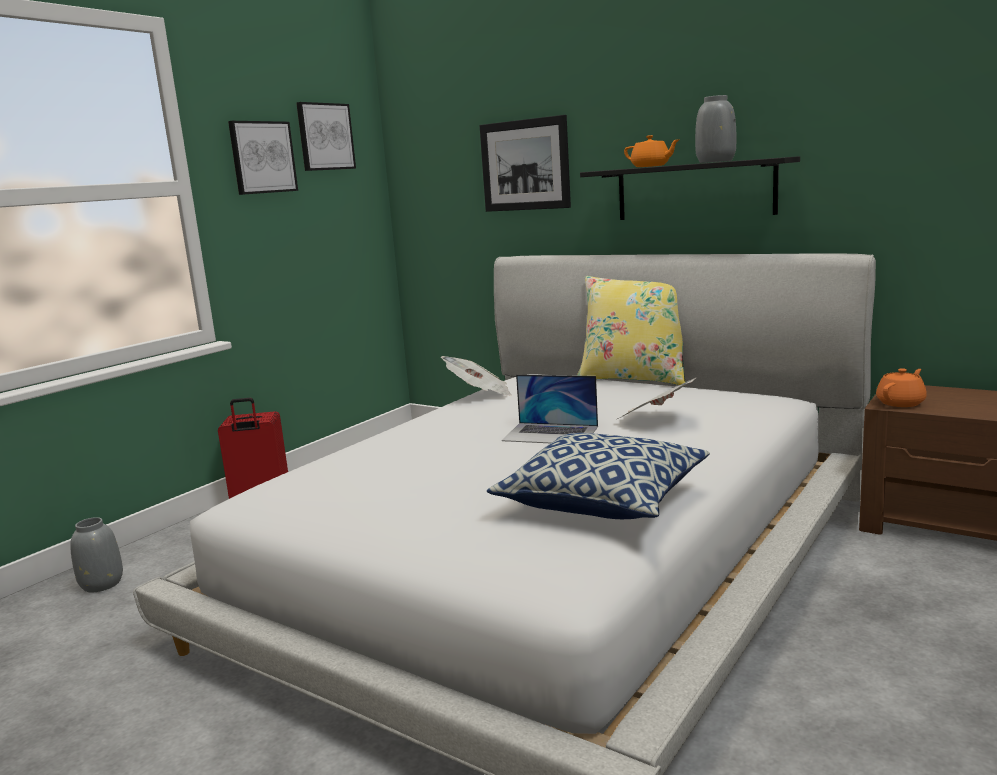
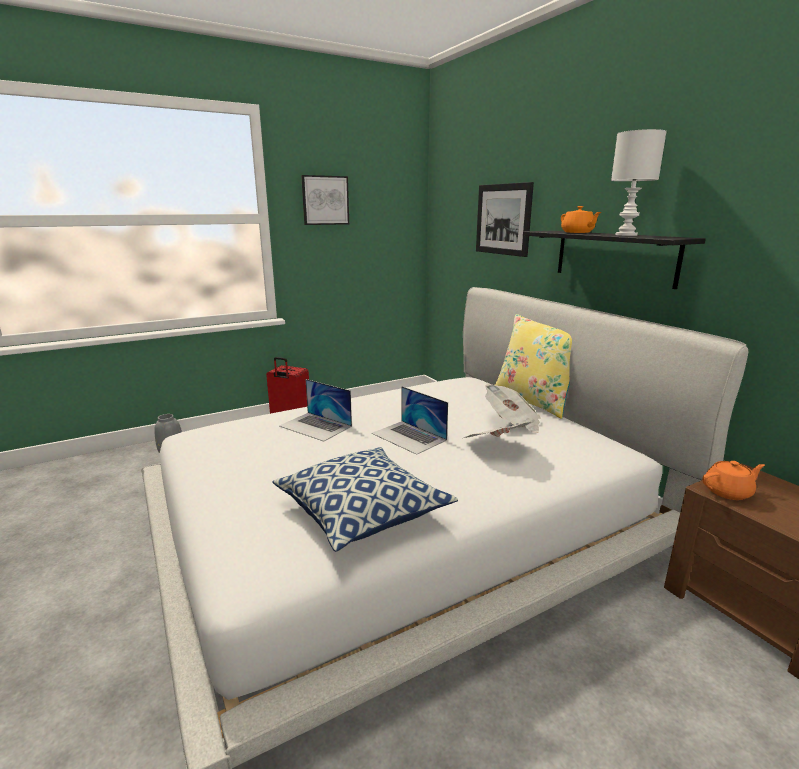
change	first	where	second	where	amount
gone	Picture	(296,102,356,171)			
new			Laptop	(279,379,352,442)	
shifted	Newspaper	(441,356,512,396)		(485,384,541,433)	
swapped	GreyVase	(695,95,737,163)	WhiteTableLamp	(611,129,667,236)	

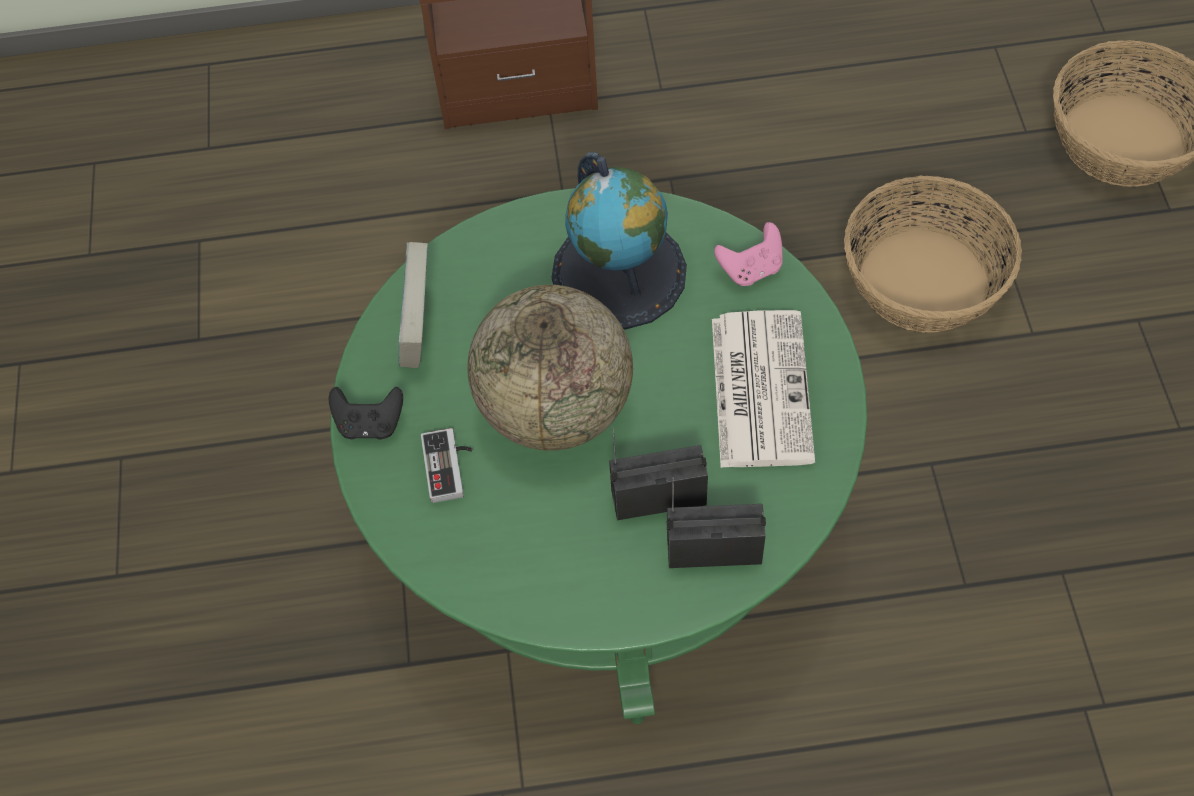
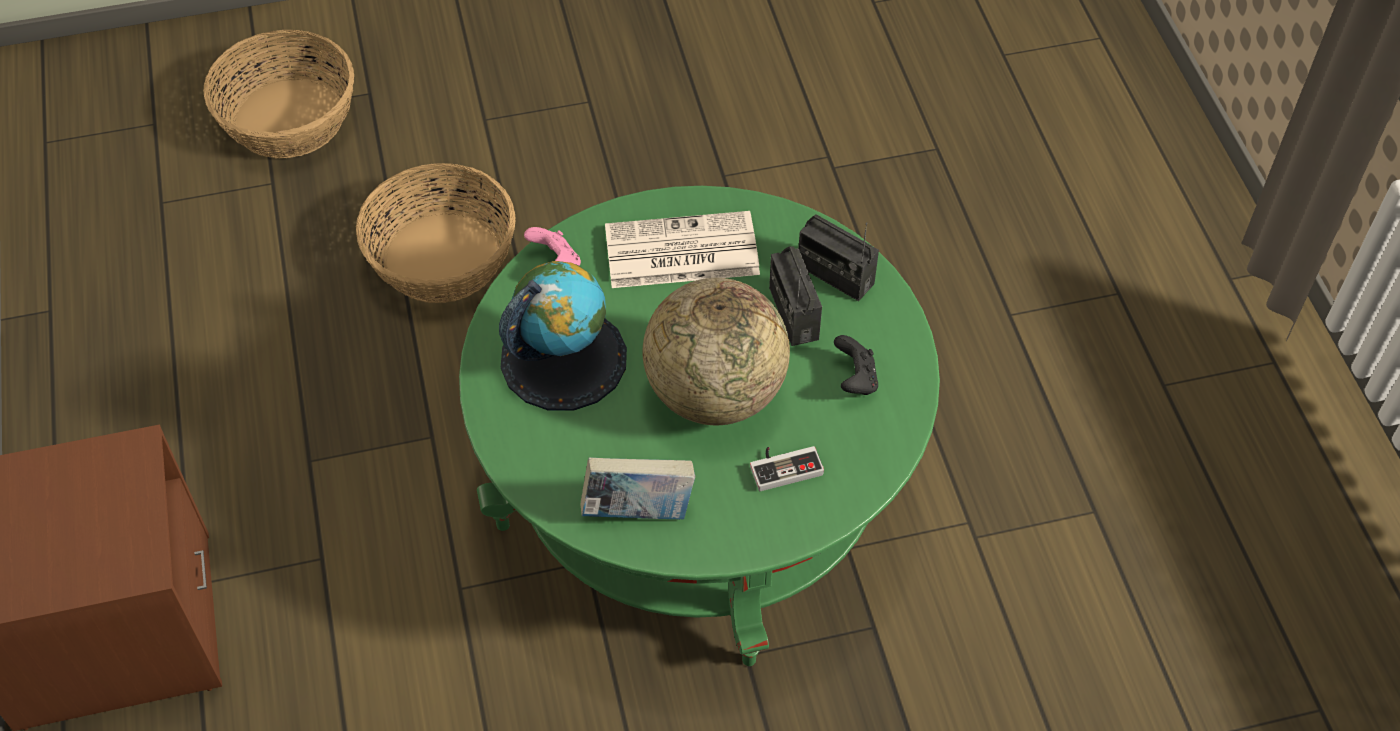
change	first	where	second	where	amount
shifted	BlackGameController	(329,387,403,440)		(834,335,878,395)	
rotated	Radio	(666,477,766,568)		(799,214,879,301)	45 degrees counterclockwise

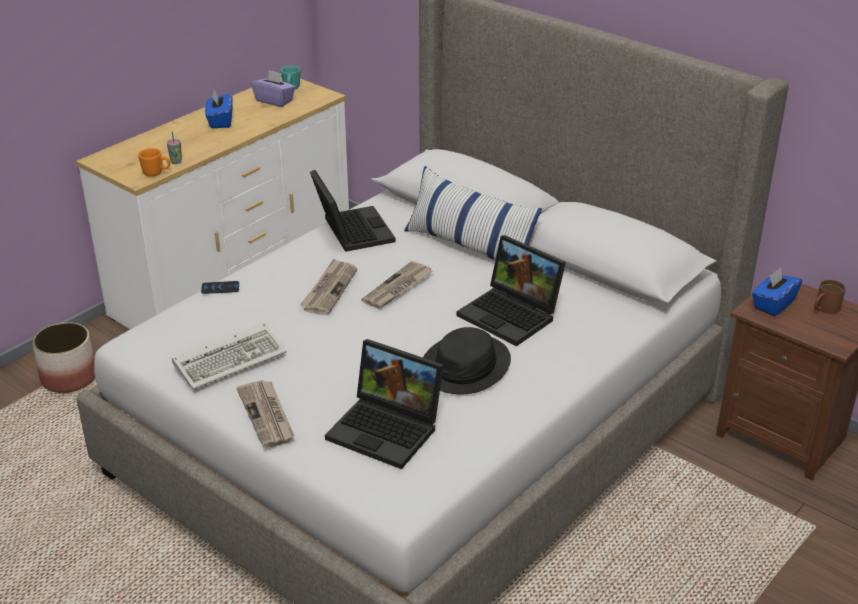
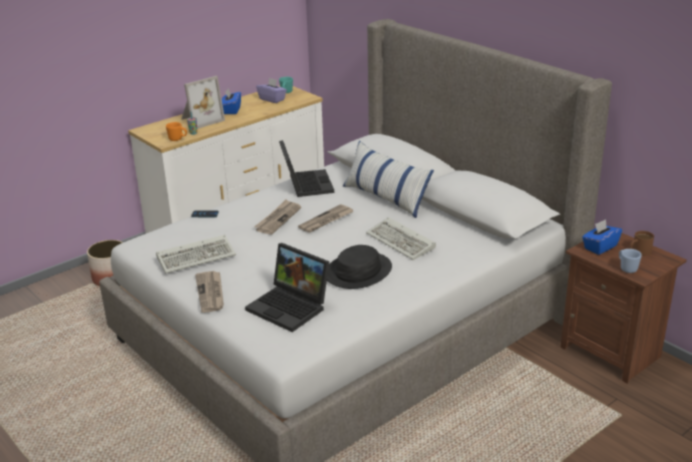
change	first	where	second	where	amount
new			PictureFrame	(181,76,225,129)	
new			BlueMug	(619,249,642,273)	
swapped	Laptop	(457,235,566,346)	Keyboard	(366,217,436,260)	

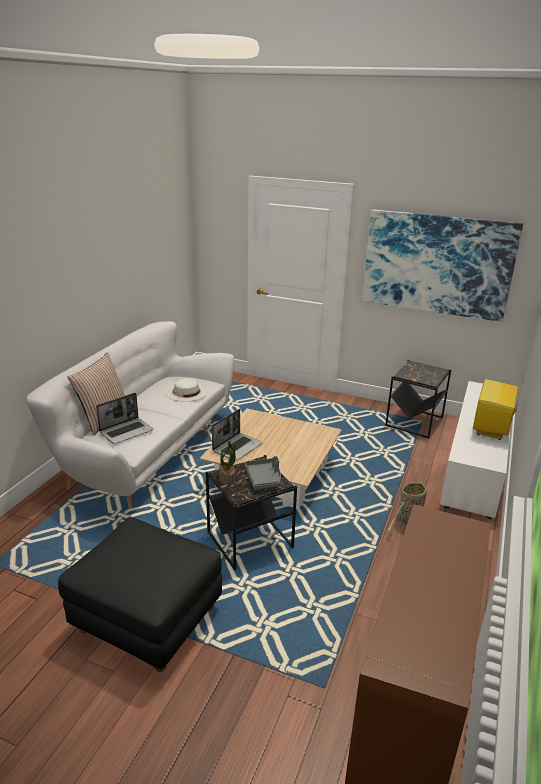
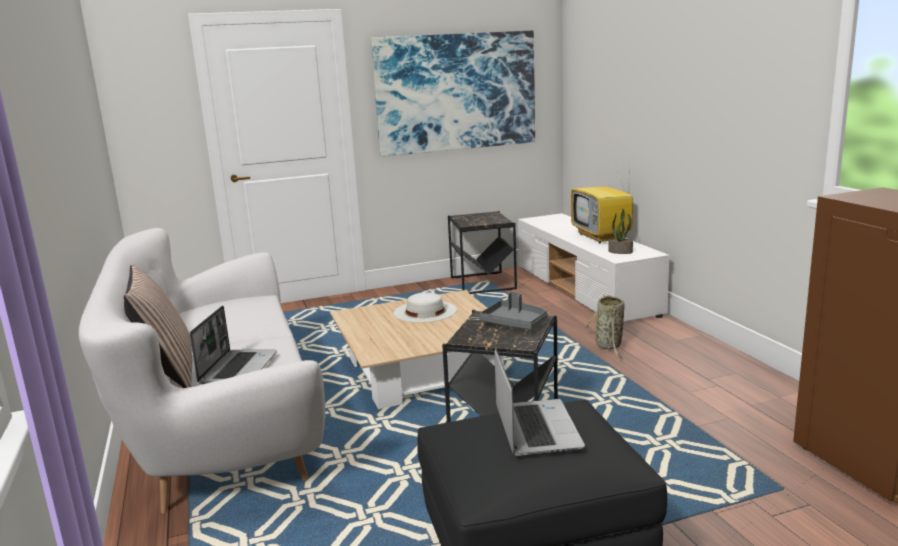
change	first	where	second	where	amount
shifted	WhiteHat	(165,378,208,402)		(394,292,457,323)	
shifted	Laptop	(212,409,263,461)		(494,348,585,456)	
shifted	PottedPlant	(219,441,238,485)		(609,209,633,254)	

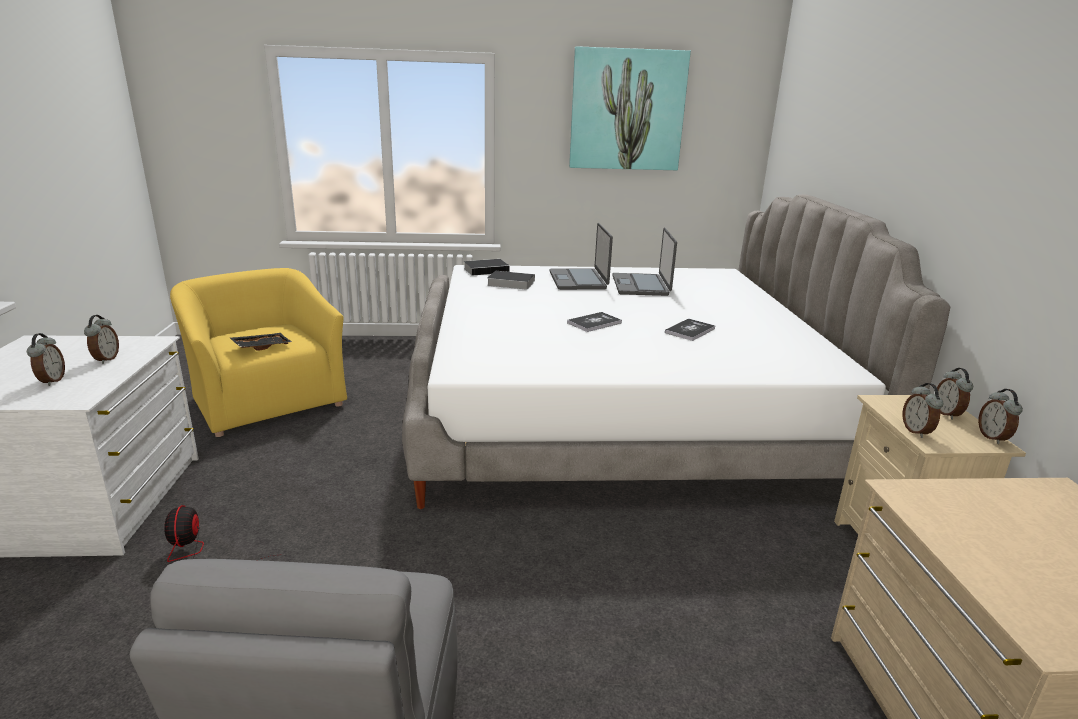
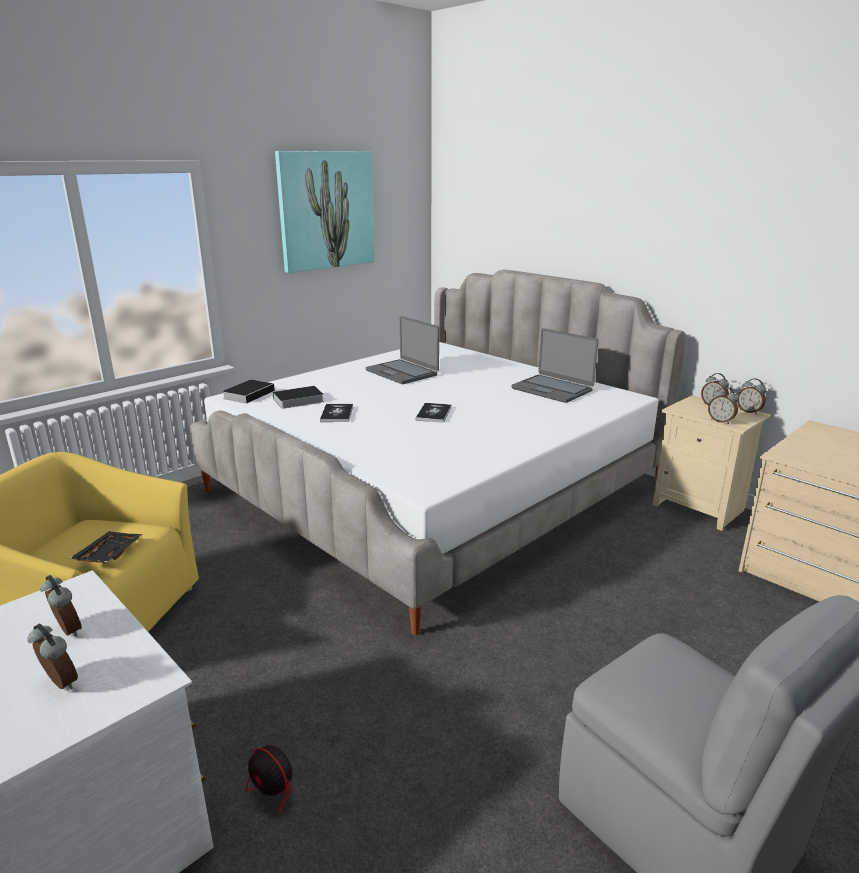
change	first	where	second	where	amount
shifted	Laptop	(550,223,613,290)		(511,328,599,403)	
shifted	Book	(665,319,715,341)		(320,404,353,422)	

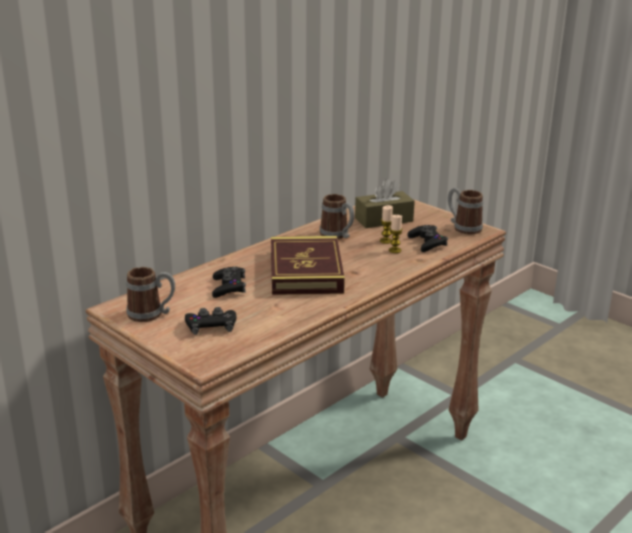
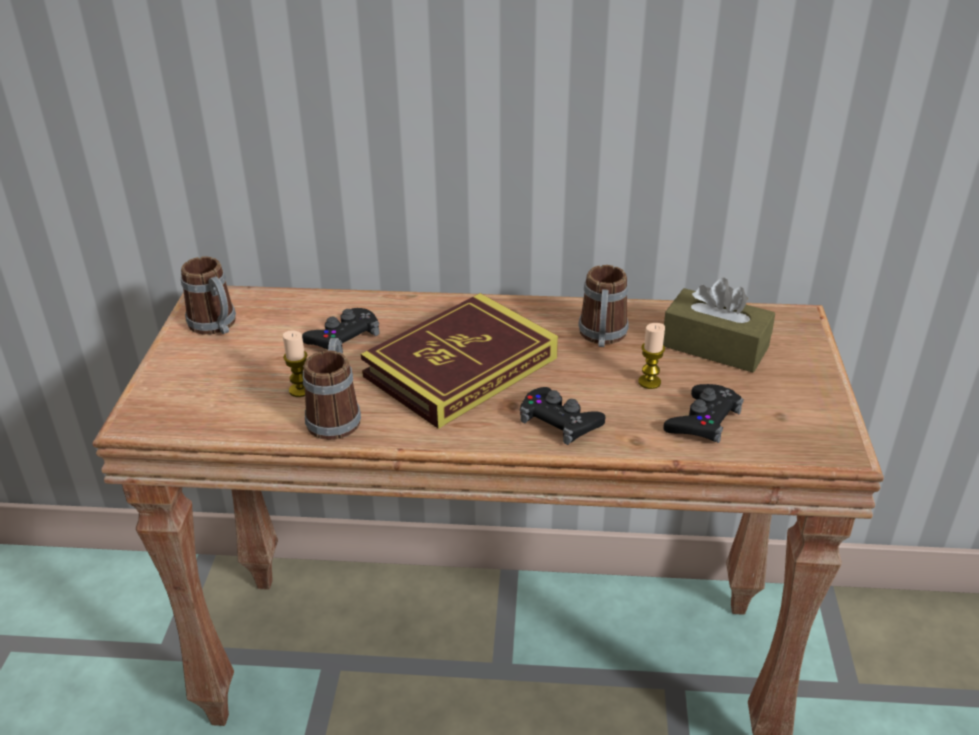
change	first	where	second	where	amount
shifted	BlackGameController	(185,307,237,335)		(520,387,605,445)	
shifted	Candle	(389,215,403,253)		(283,330,307,397)	
shifted	Mug	(448,188,483,235)		(303,338,361,440)	

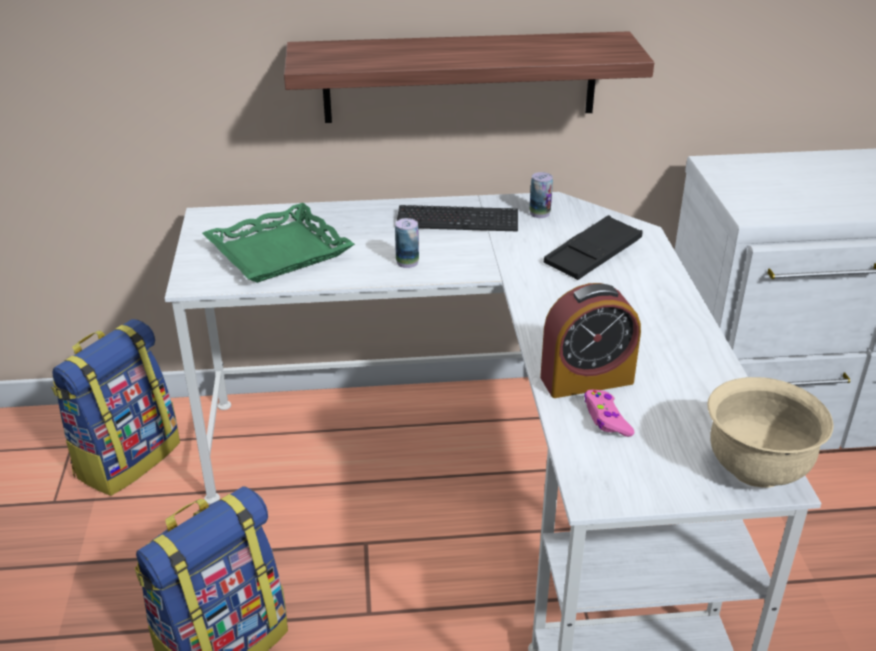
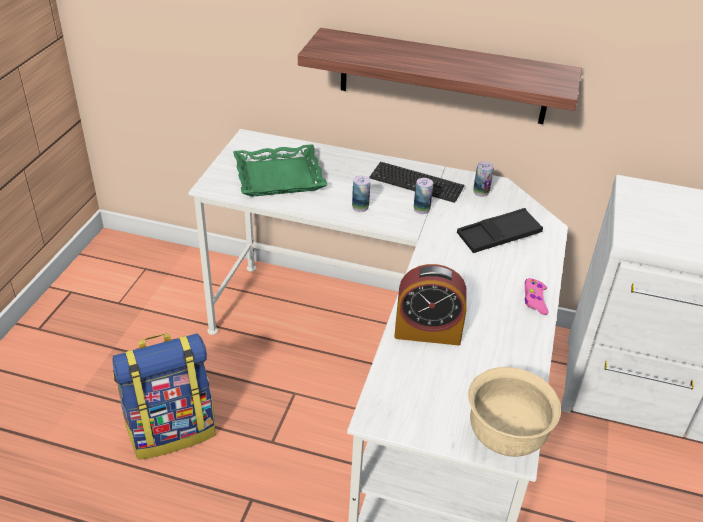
change	first	where	second	where	amount
gone	Backpack	(51,319,180,496)			
new			Can	(414,178,433,214)	
shifted	PinkGameController	(584,390,635,437)		(525,278,549,315)	

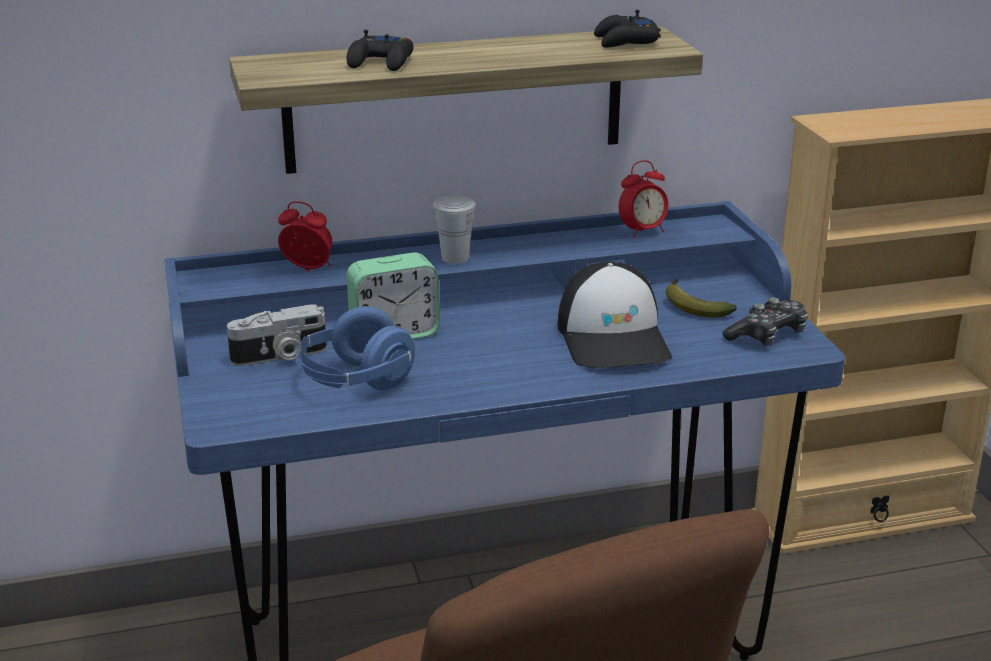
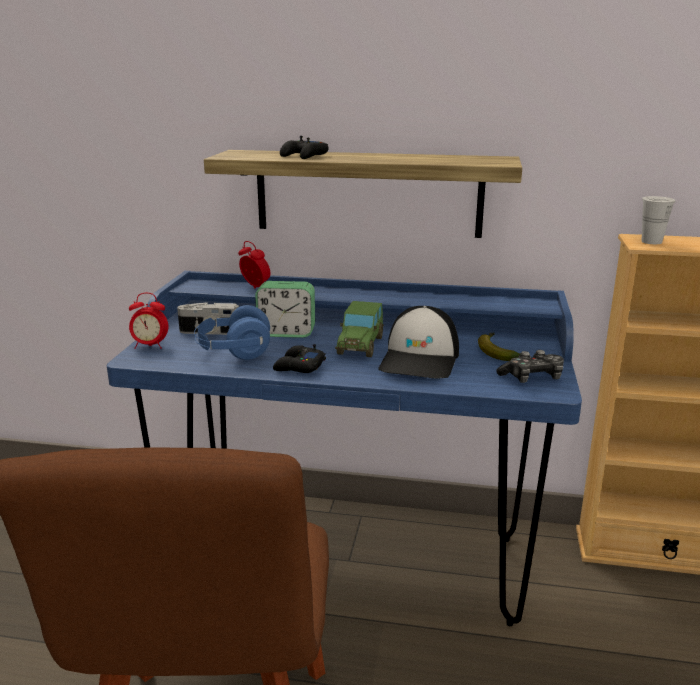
change	first	where	second	where	amount
new			ToyCar	(335,301,384,357)	
shifted	WhiteCup	(433,196,476,264)		(642,196,675,244)	
shifted	BlackGameController	(594,10,661,48)		(273,344,326,373)	
shifted	AlarmClock	(619,160,668,238)		(129,293,168,349)	

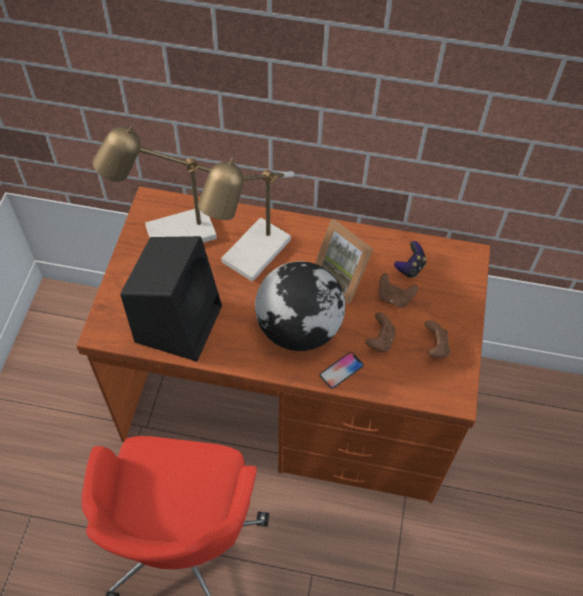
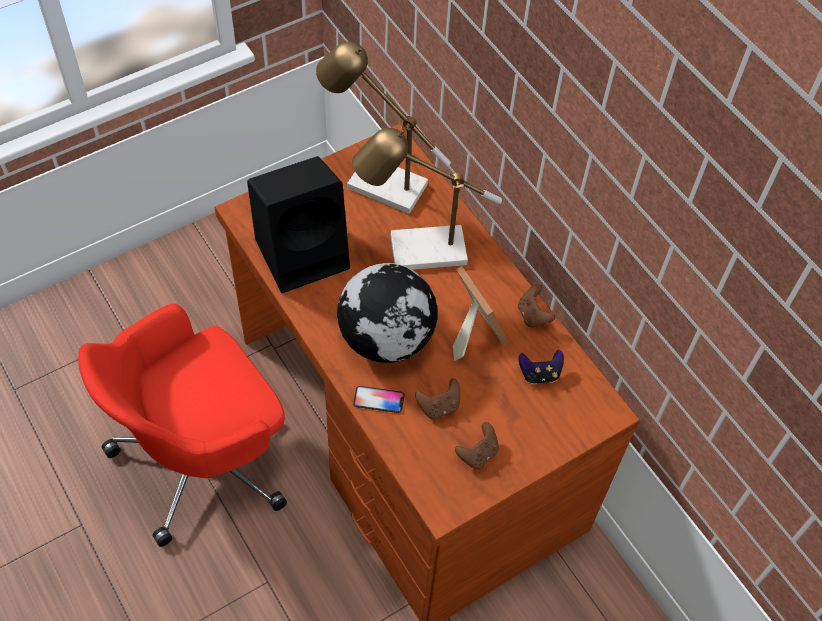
change	first	where	second	where	amount
shifted	BrownGameController	(379,273,418,308)		(518,284,555,328)	
rotated	PictureFrame	(315,219,373,304)		(453,266,508,361)	150 degrees clockwise

